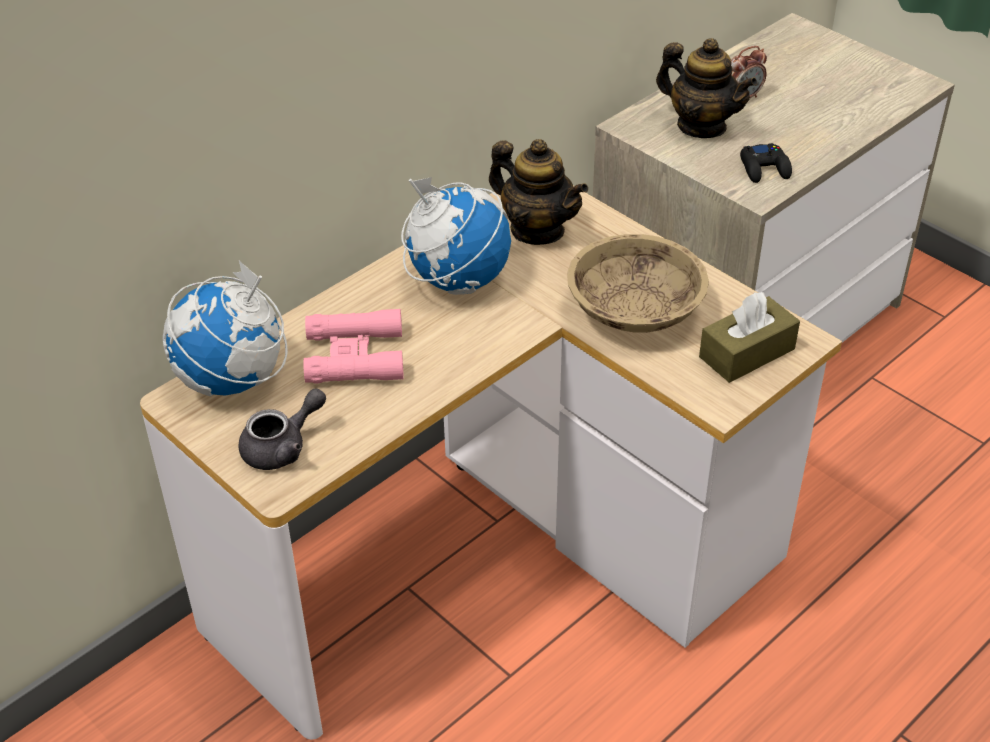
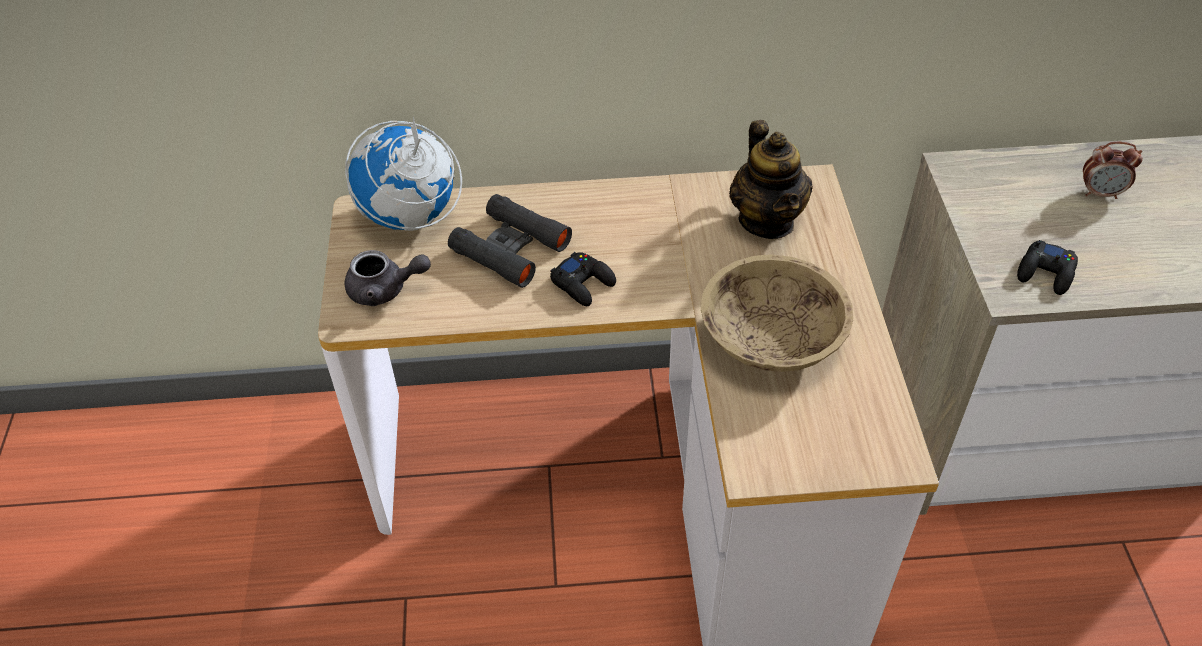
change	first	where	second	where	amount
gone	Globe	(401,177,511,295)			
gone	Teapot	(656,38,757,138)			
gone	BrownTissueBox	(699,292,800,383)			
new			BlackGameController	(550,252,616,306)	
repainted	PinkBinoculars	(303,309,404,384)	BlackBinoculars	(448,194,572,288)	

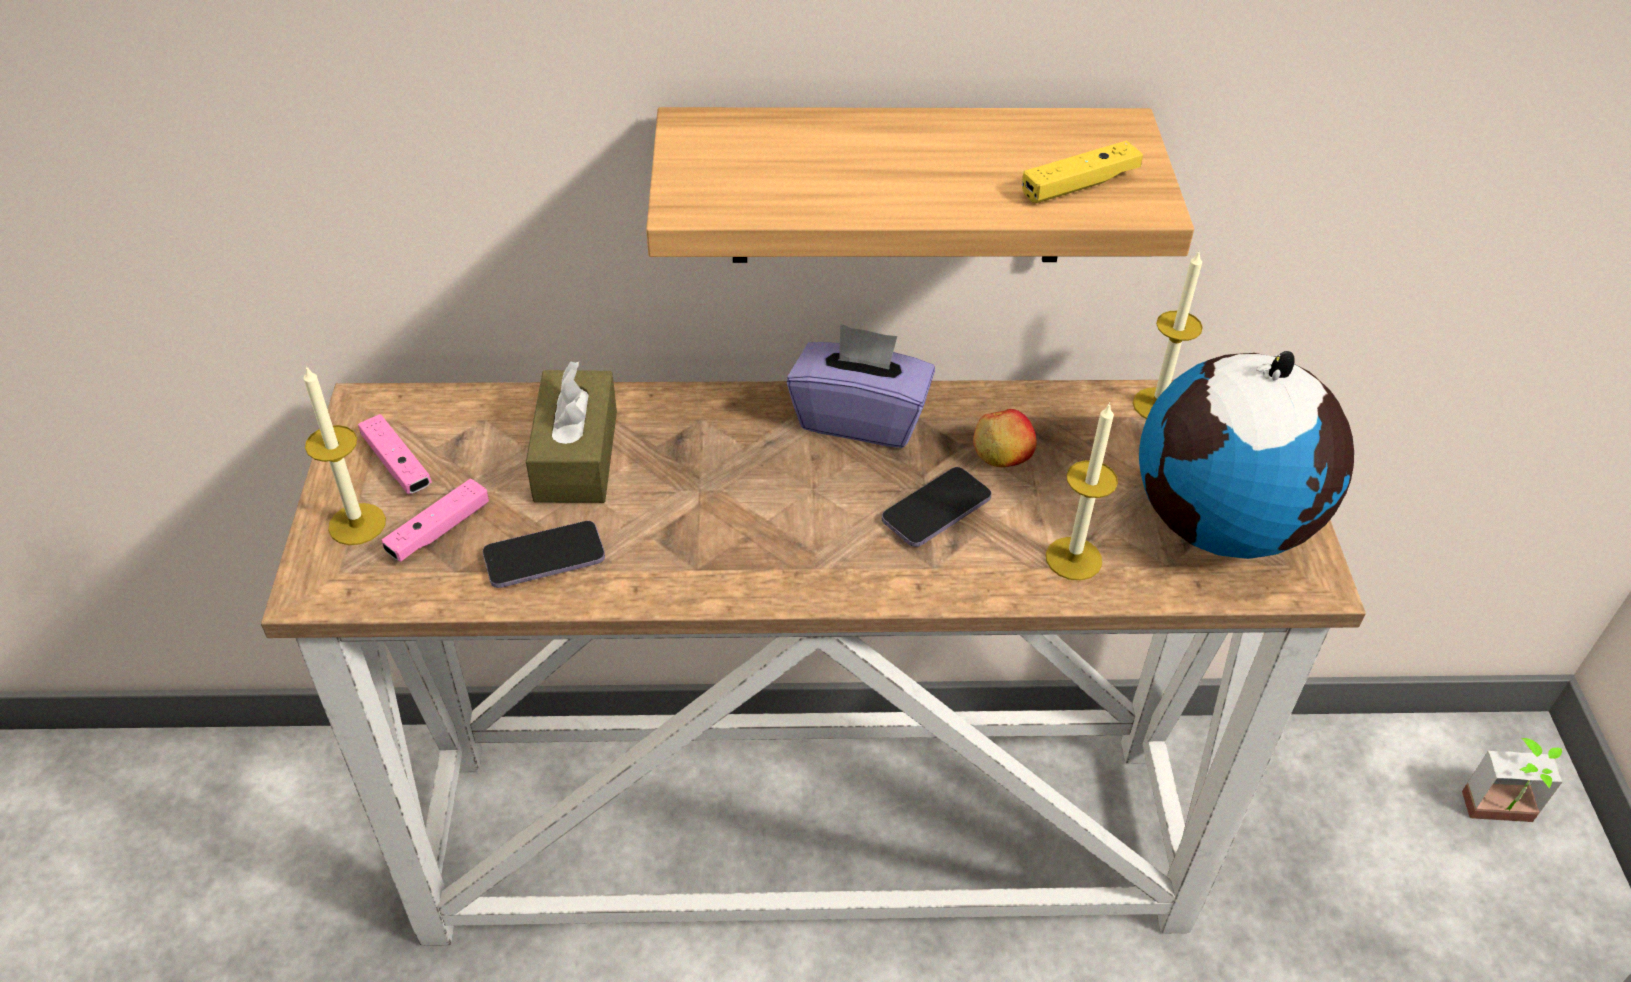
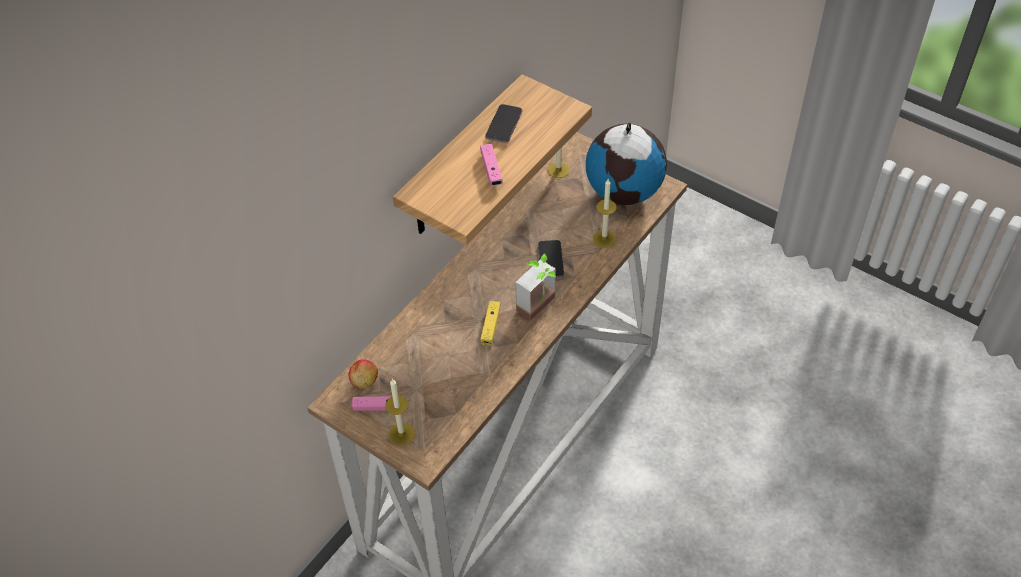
change	first	where	second	where	amount
gone	BrownTissueBox	(526,361,617,503)			
gone	PurpleTissueBox	(787,323,935,448)			
shifted	PinkGameController	(381,479,489,561)		(480,144,503,186)	
shifted	Phone	(483,521,605,588)		(486,104,522,143)	
shifted	Apple	(973,409,1036,467)		(349,359,378,388)	
shifted	YellowGameController	(1022,140,1143,203)		(480,301,501,346)	
shifted	PottedPlant	(1462,738,1563,822)		(515,254,556,320)	

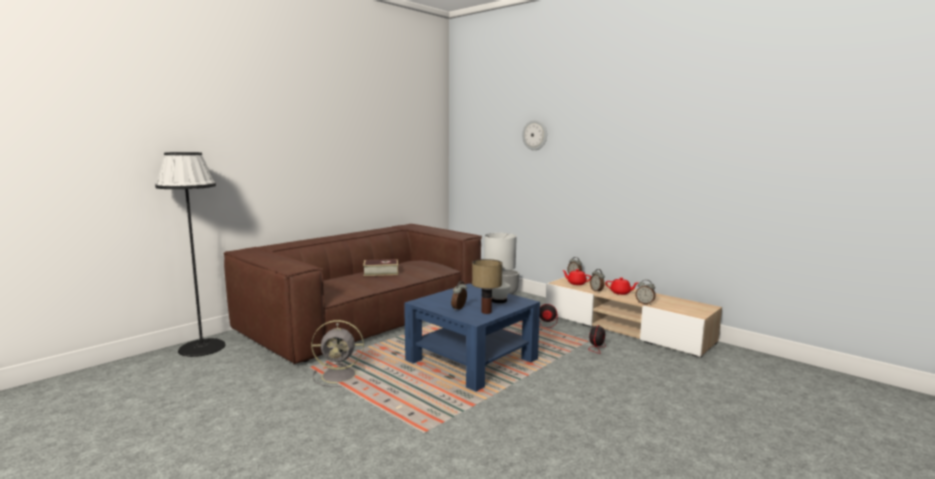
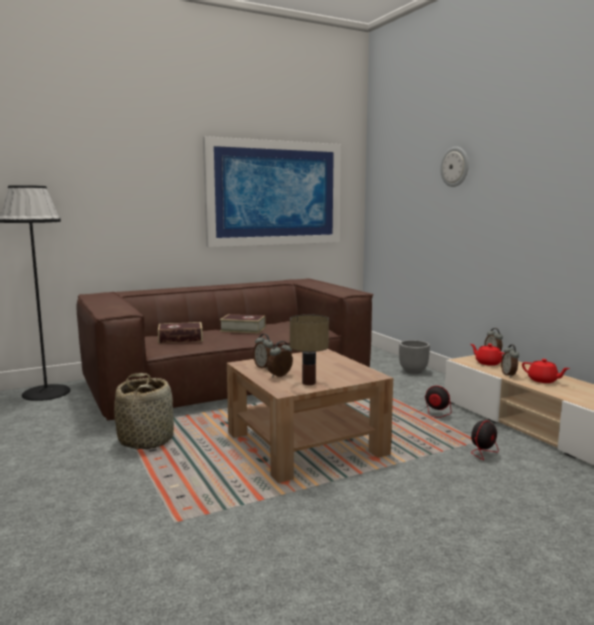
change	first	where	second	where	amount
gone	WhiteTableLamp	(484,233,517,303)			
new			Book	(158,322,203,343)	
new			Picture	(203,136,341,247)	
shifted	AlarmClock	(636,280,656,305)		(253,334,273,370)	
swapped	GreyFan	(311,320,366,387)	Basket	(114,373,174,450)	
repainted	BlueCoffeeTable	(404,283,540,392)	BrownCoffeeTable	(227,349,393,483)	

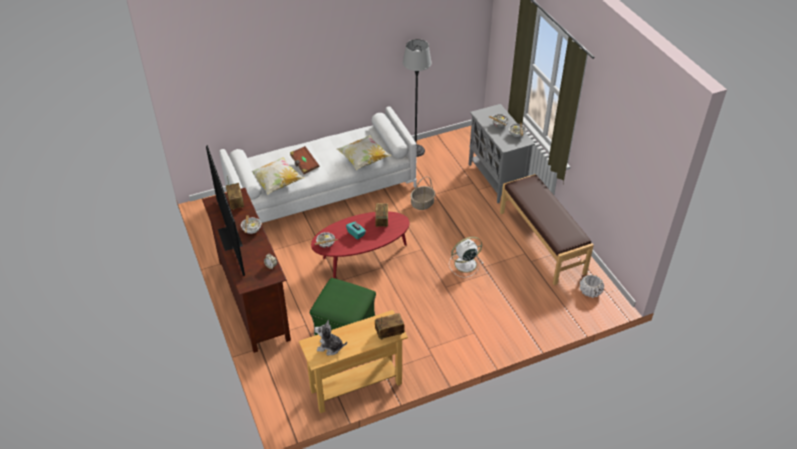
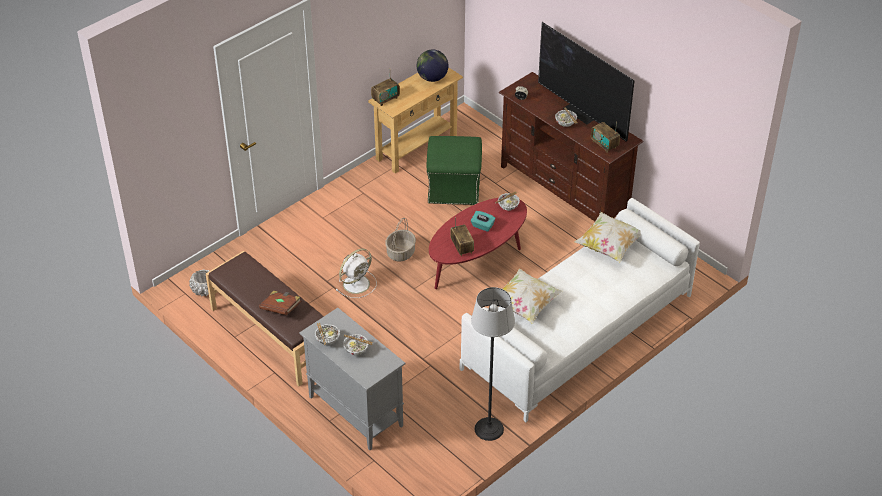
change	first	where	second	where	amount
shifted	BrownBook	(290,146,319,174)		(259,291,302,315)	
shifted	Basket	(410,176,435,210)		(385,218,416,262)	
swapped	PlushToy	(314,320,347,355)	Globe	(416,49,448,82)	

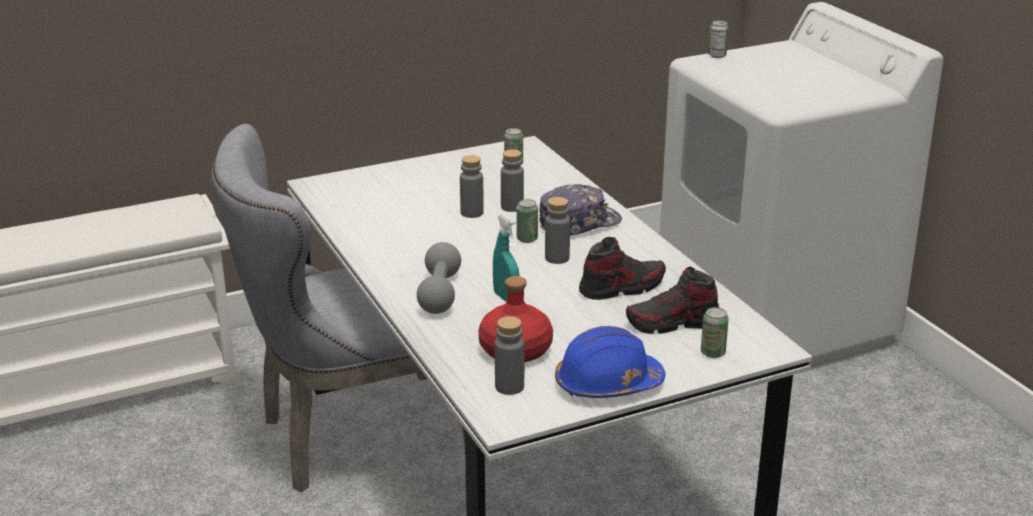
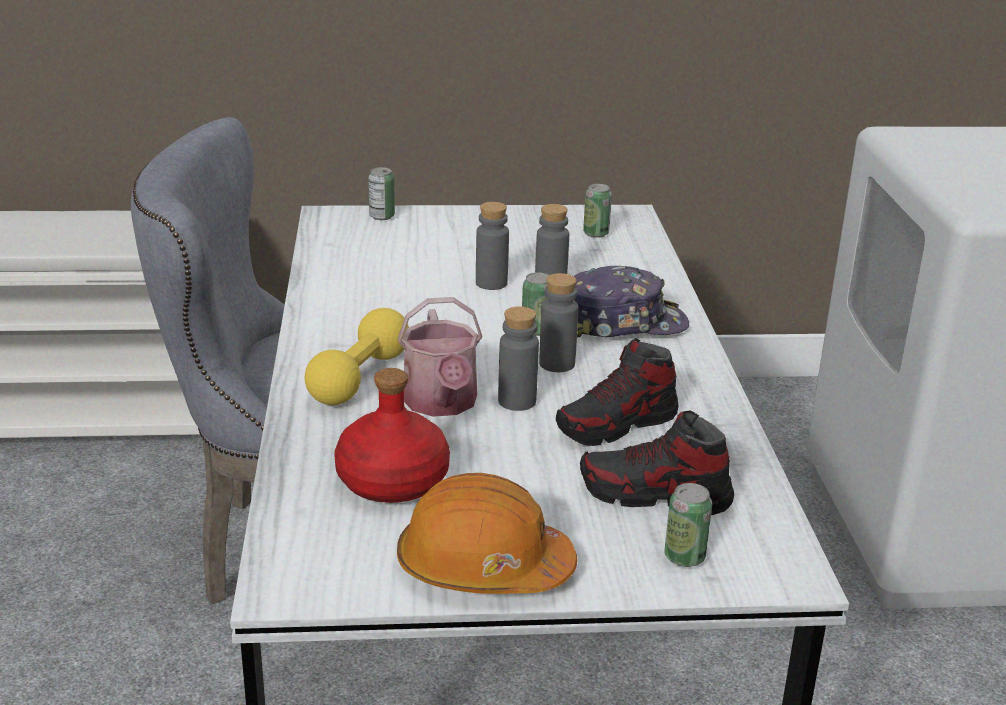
change	first	where	second	where	amount
shifted	GreyBottle	(495,316,525,395)		(498,306,539,411)	
shifted	Can	(708,21,729,58)		(368,167,395,220)	
swapped	TurquoiseSprayBottle	(493,213,520,302)	WateringCan	(398,297,483,417)	
repainted	GreyDumbbell	(417,242,461,314)	YellowDumbbell	(305,308,409,405)	
repainted	BlueHardHat	(555,326,666,398)	OrangeHardHat	(397,473,578,594)	
rotated	Shoe	(579,237,666,300)		(556,338,678,446)	150 degrees clockwise

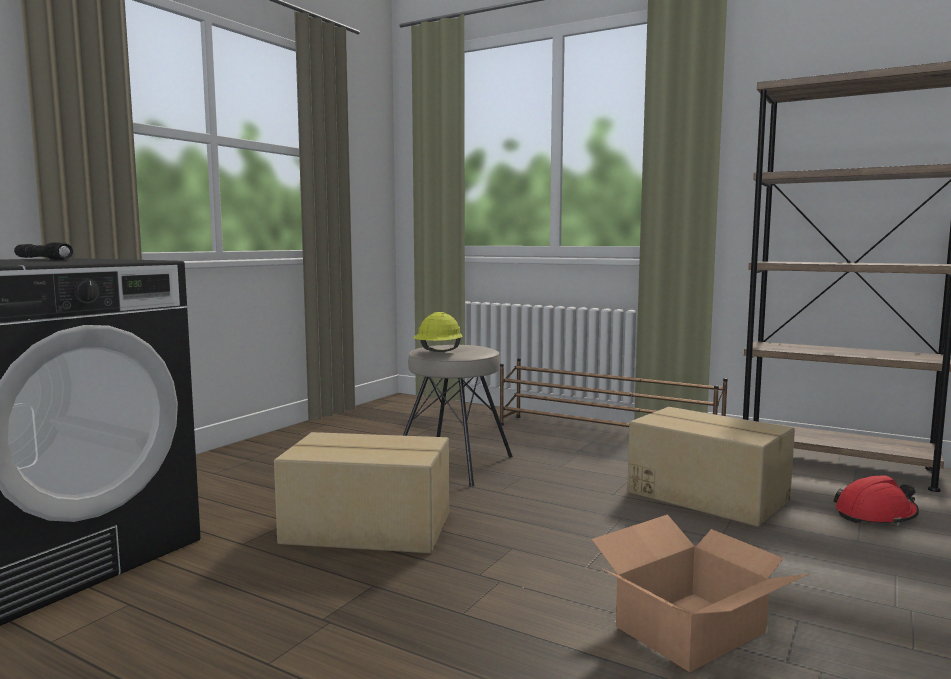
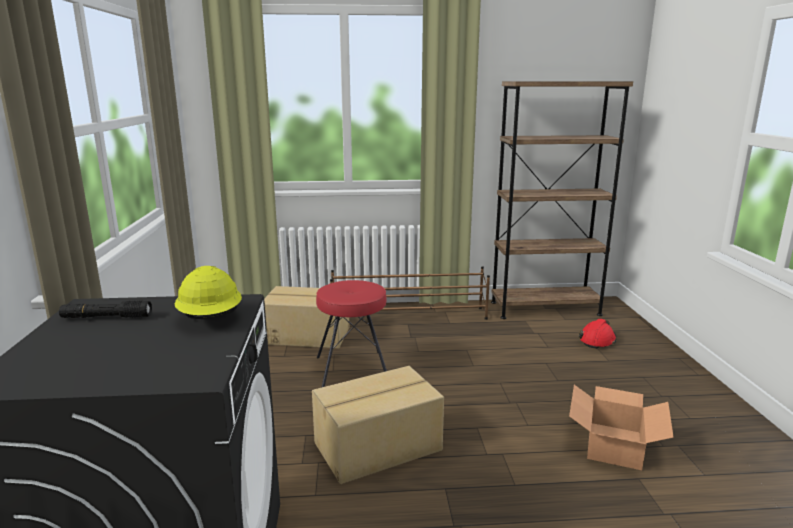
change	first	where	second	where	amount
shifted	YellowHardHat	(413,312,463,352)		(174,266,242,319)	
shifted	CardboardBox	(627,407,795,527)		(264,286,349,348)	
repainted	BeigeStool	(403,345,513,487)	RedStool	(316,280,387,388)	

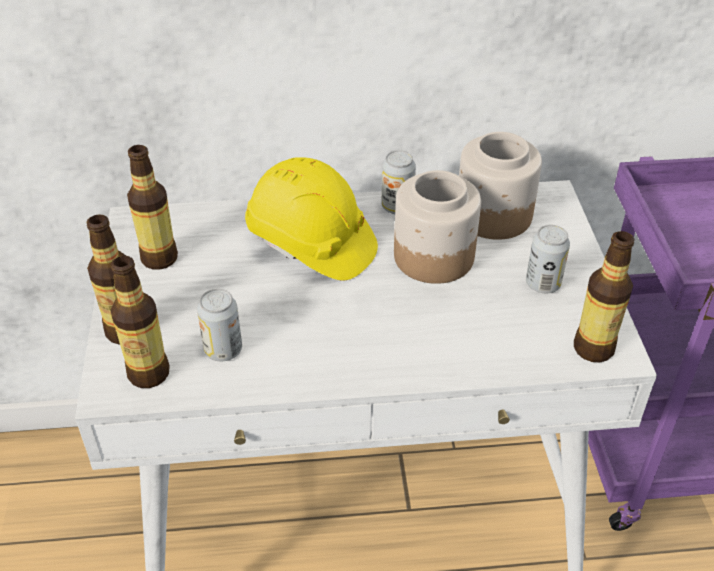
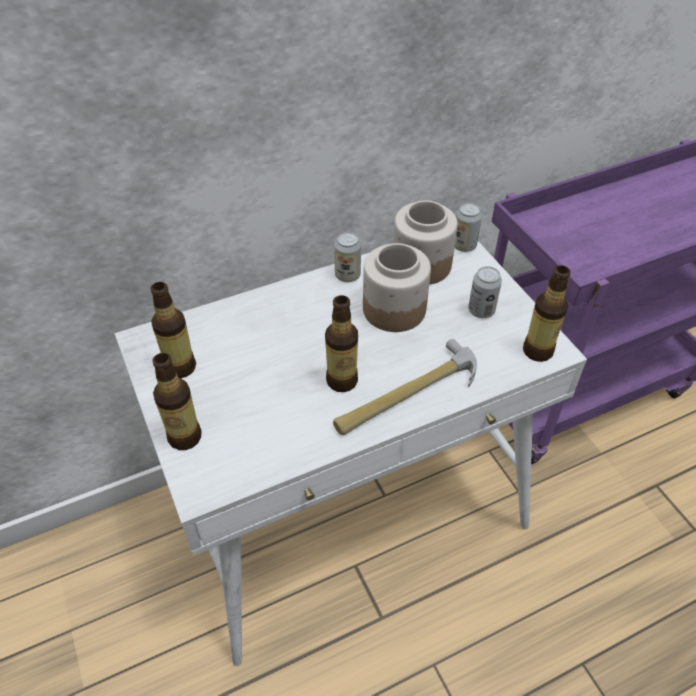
change	first	where	second	where	amount
gone	YellowHardHat	(245,157,378,281)			
new			Hammer	(333,339,477,435)	
shifted	Bottle	(111,256,170,388)		(325,295,358,392)	
shifted	Can	(197,289,242,361)		(455,203,482,252)	

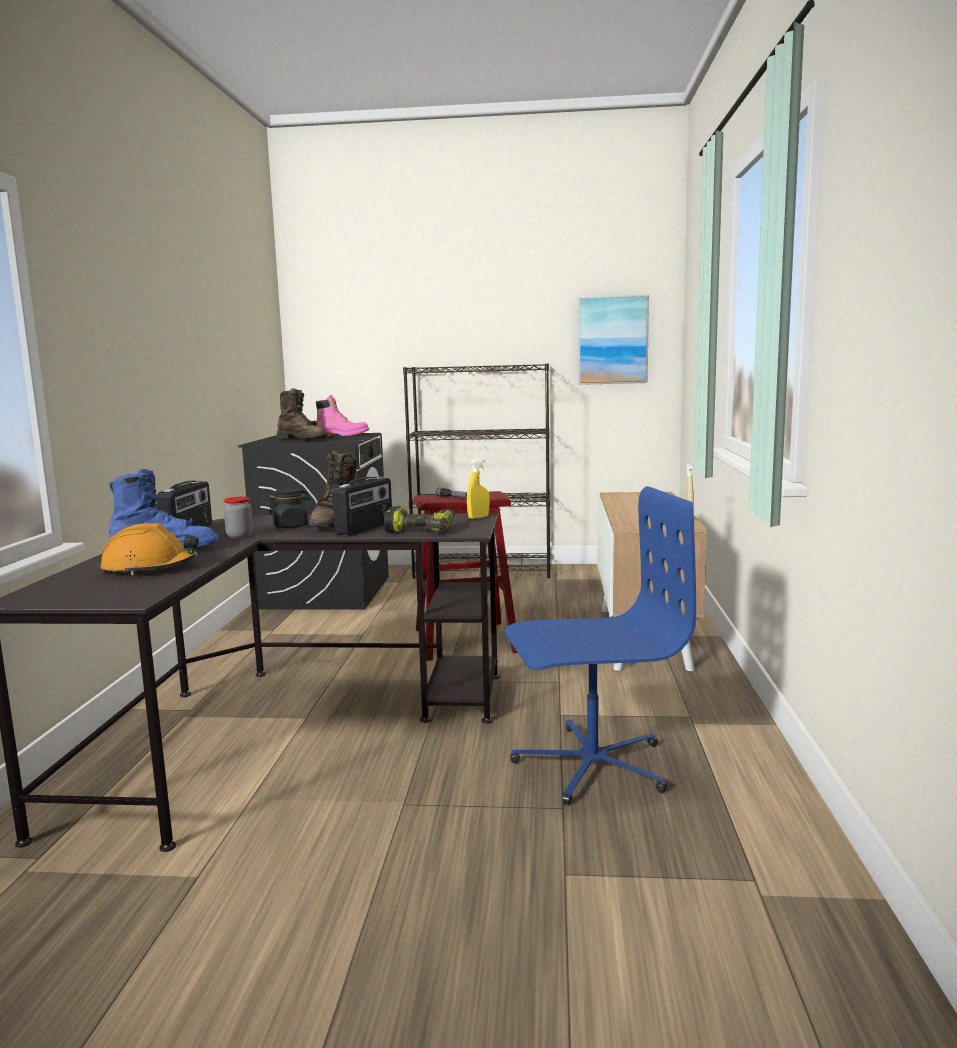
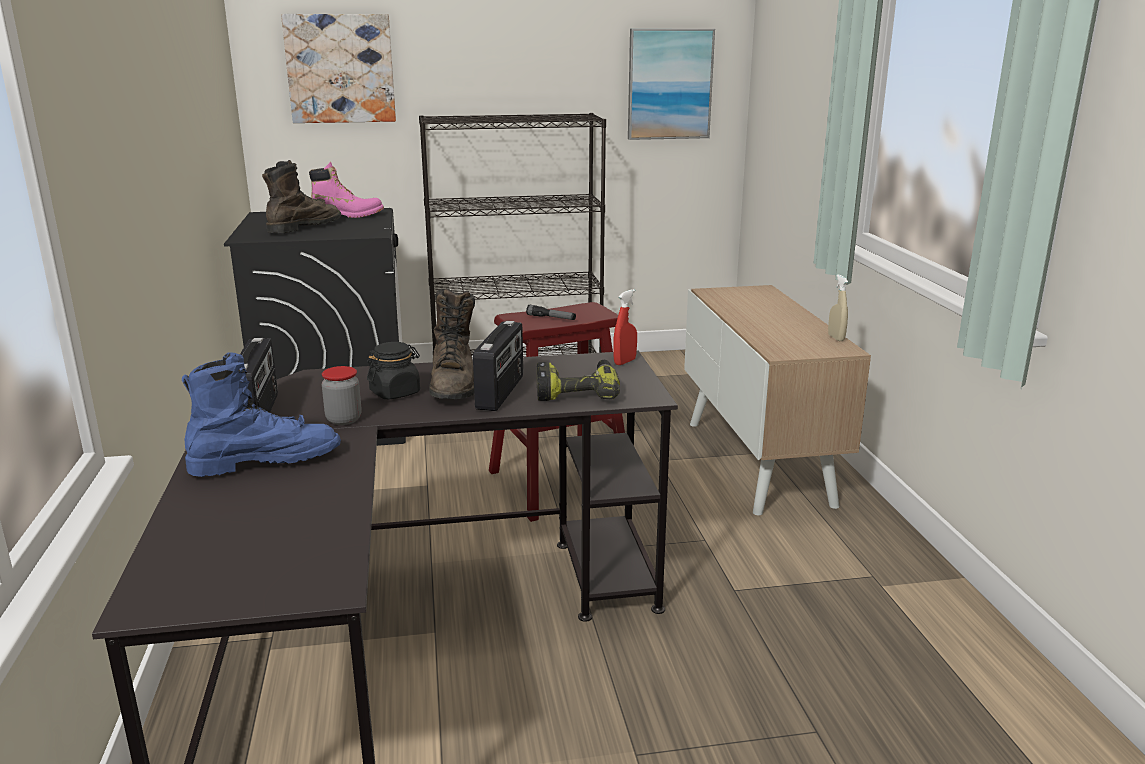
change	first	where	second	where	amount
gone	OrangeHardHat	(100,523,199,575)			
gone	BlueOfficeChair	(505,486,696,805)			
new			Picture	(281,14,396,123)	
repainted	YellowSprayBottle	(467,459,490,519)	RedSprayBottle	(613,289,637,365)	
rotated	BrownBoot	(277,388,328,439)		(262,160,341,233)	75 degrees counterclockwise

